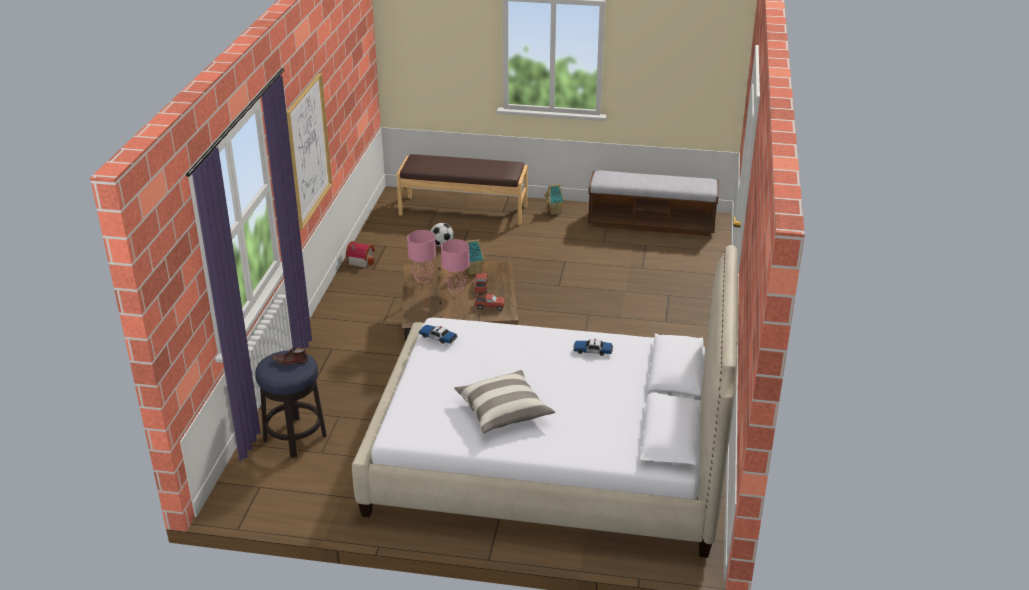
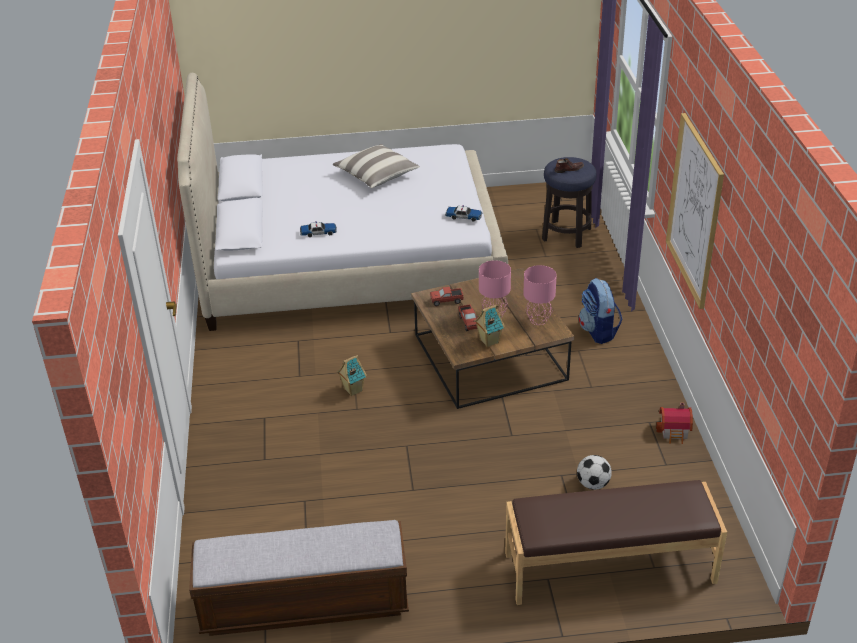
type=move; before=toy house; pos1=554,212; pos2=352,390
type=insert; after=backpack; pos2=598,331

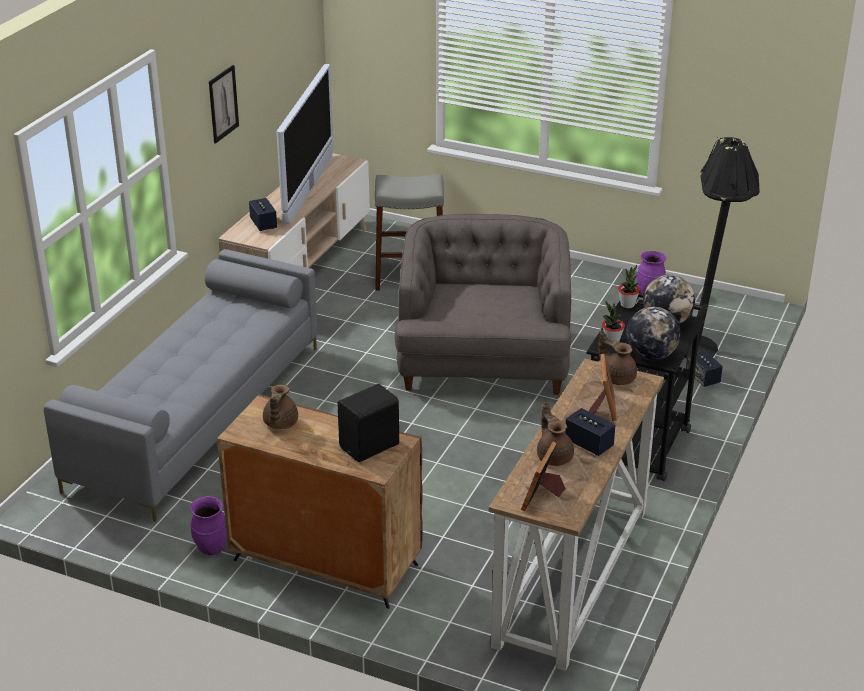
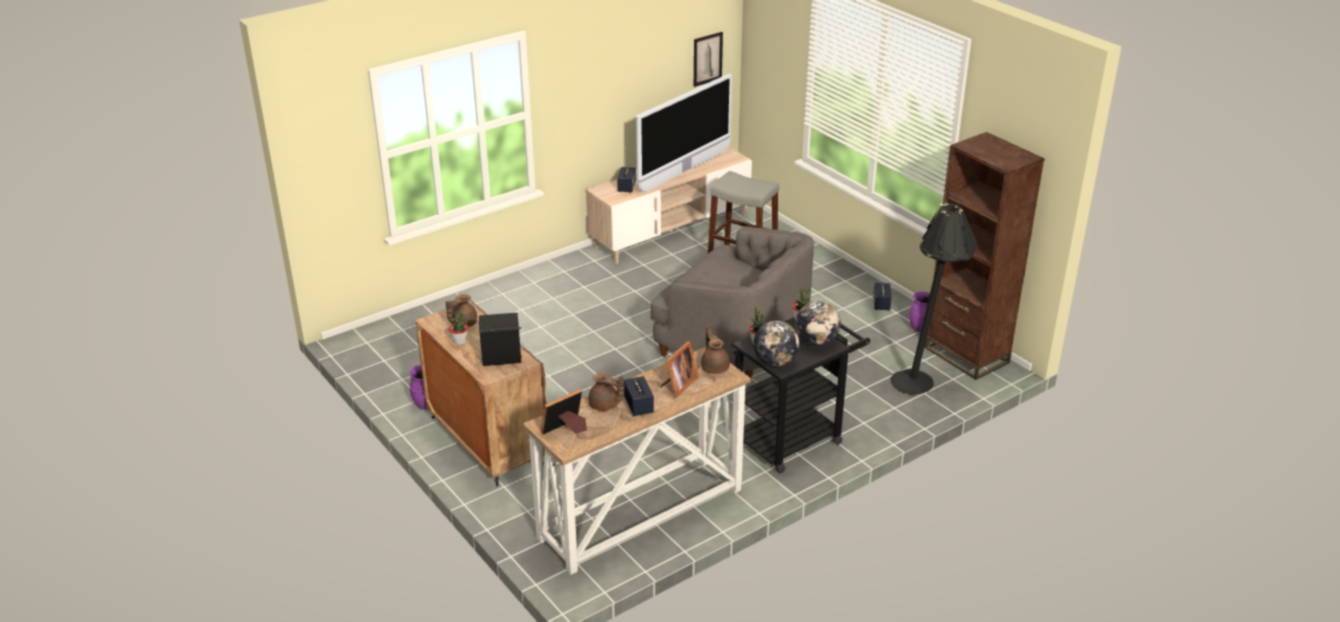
type=delete; before=sofa/grey; pos1=197,415
type=move; before=picture; pos1=223,104; pos2=707,59
type=rotate; before=armchair/grey; pos1=482,361; pos2=734,339; turn=90
type=rotate; before=teapot/brown; pos1=554,456; pos2=605,405; turn=105
type=move; before=speaker; pos1=702,378; pos2=881,304
type=insert; after=potted plant; pos2=460,341
type=insert; after=bookcase/brown; pos2=966,355

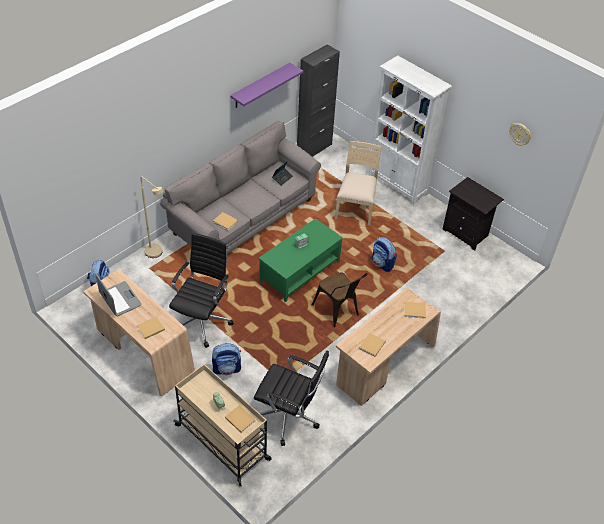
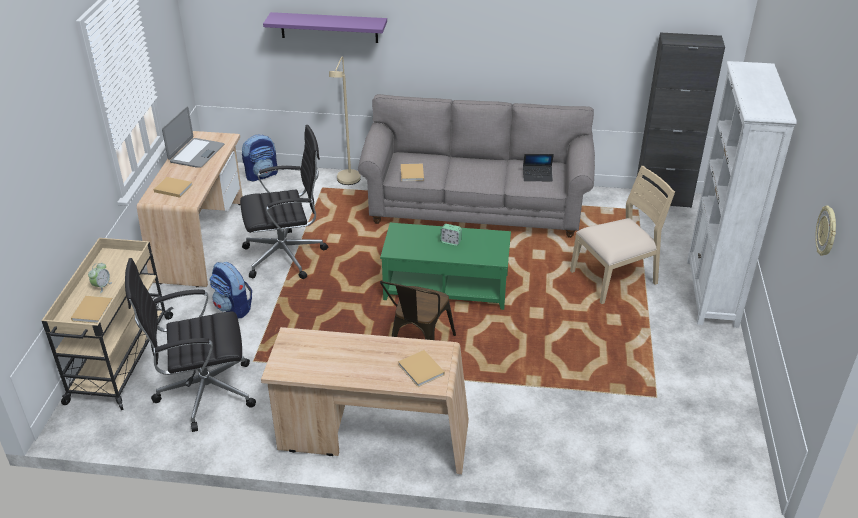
type=move; before=shelf/purple; pos1=260,86; pos2=329,27
type=rotate; before=office chair/black; pos1=288,416; pos2=203,392; turn=90
type=delete; before=book/beige; pos1=371,346
type=delete; before=backpack; pos1=382,264
type=delete; before=nightstand/black; pos1=466,233

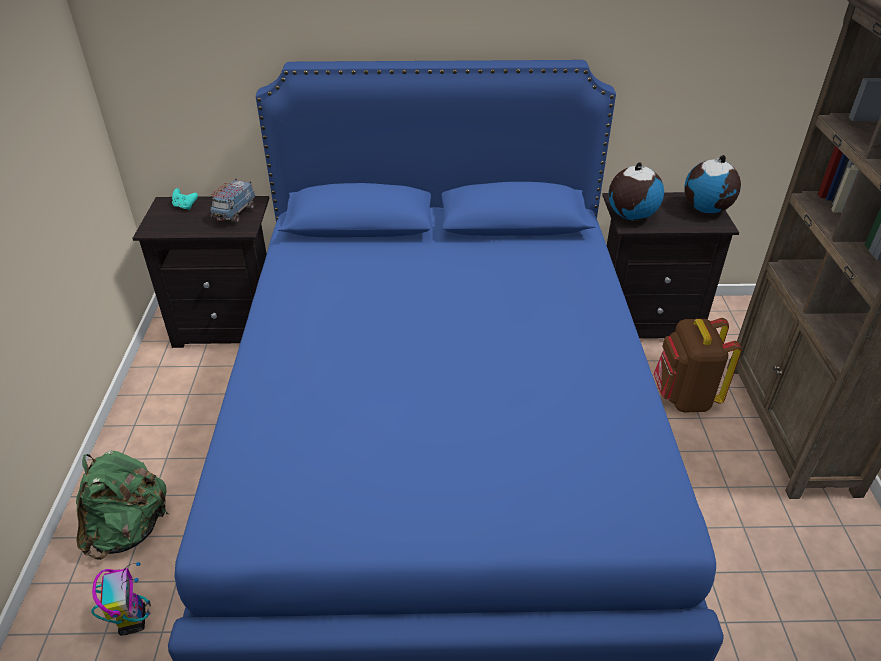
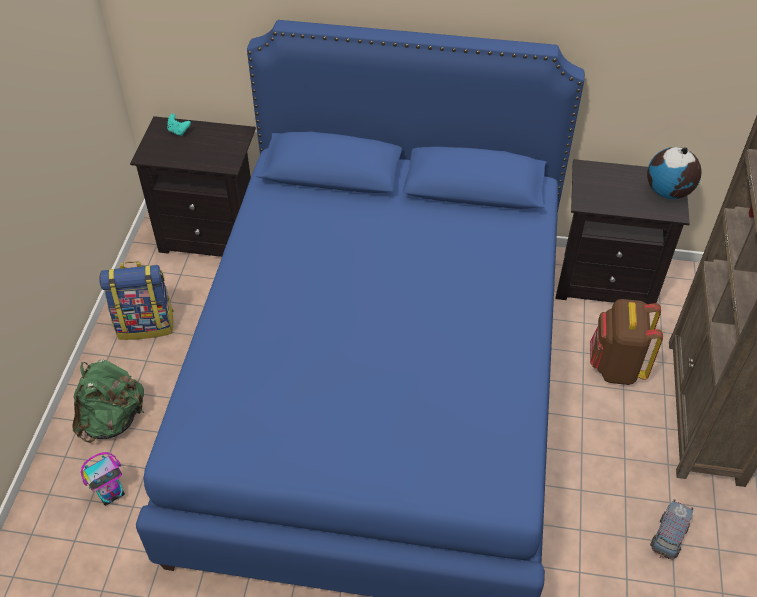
type=rotate; before=toy robot; pos1=133,620; pos2=111,494; turn=60
type=move; before=toy truck; pos1=235,214; pos2=668,537
type=delete; before=globe; pos1=630,216
type=insert; after=backpack; pos2=146,324

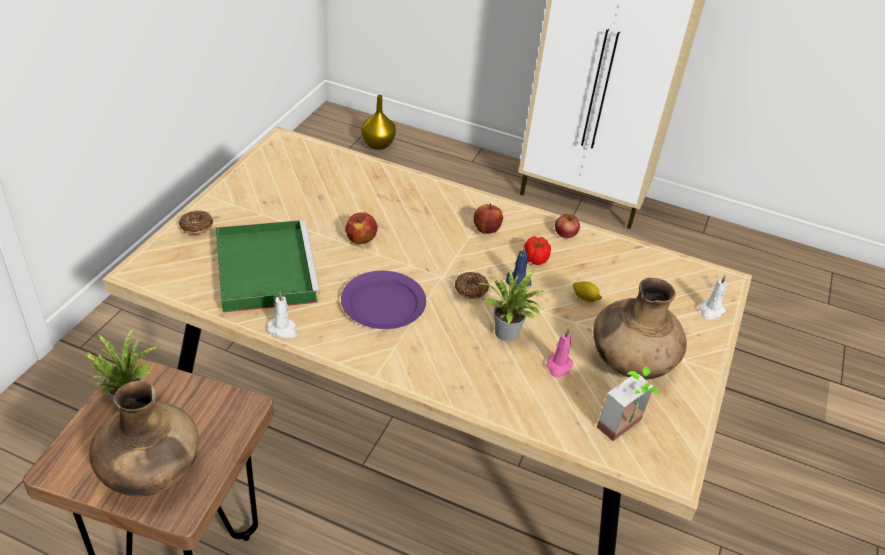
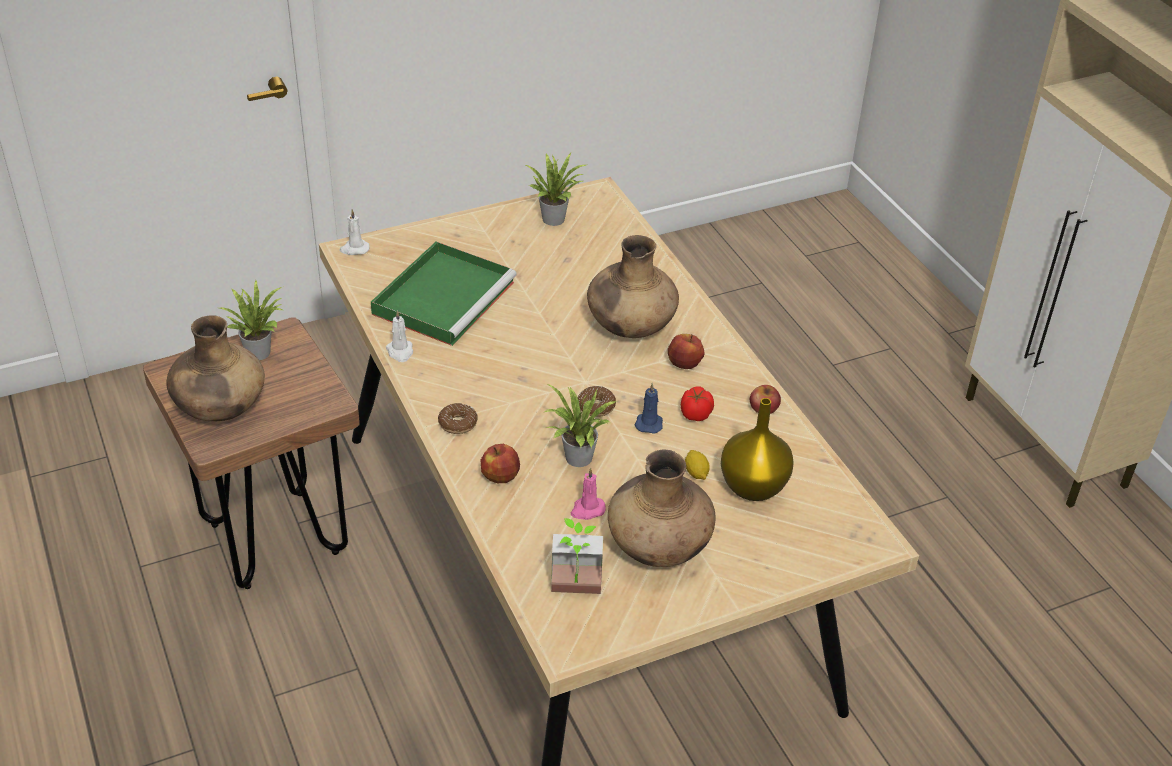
type=move; before=donut; pos1=196,226; pos2=458,423
type=delete; before=plate/purple; pos1=384,303
type=move; before=apple; pos1=361,239; pos2=500,477
type=move; before=vase/yellow; pos1=378,145; pos2=754,488
type=move; before=candle/white; pos1=710,311; pos2=354,249
type=insert; after=potted plant; pos2=555,218
type=insert; after=vase/brown; pos2=630,327

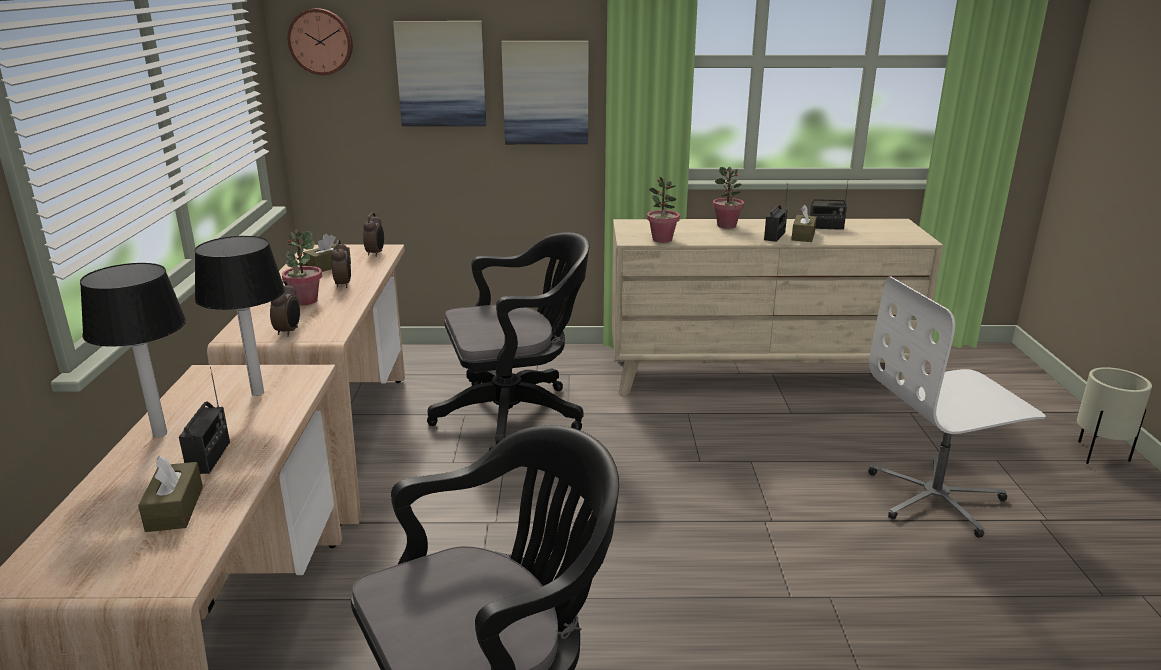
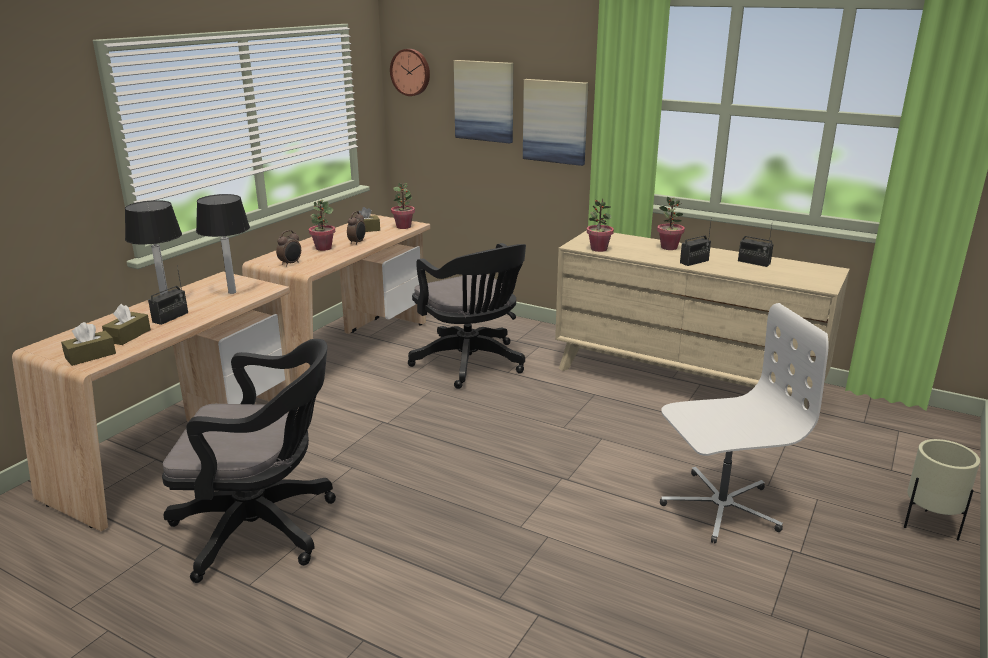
type=replace; before=alarm clock; after=potted plant; pos1=376,253; pos2=403,227
type=rotate; before=office chair/black; pos1=516,415; pos2=471,364; turn=45
type=move; before=tissue box/brown; pos1=803,236; pos2=90,356
type=rotate; before=office chair/white; pos1=936,498; pos2=720,507; turn=150

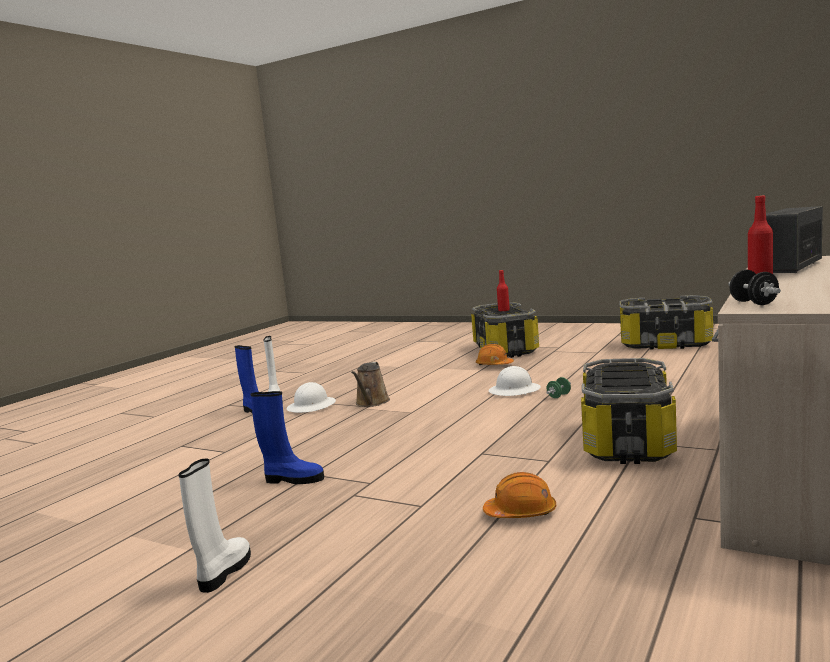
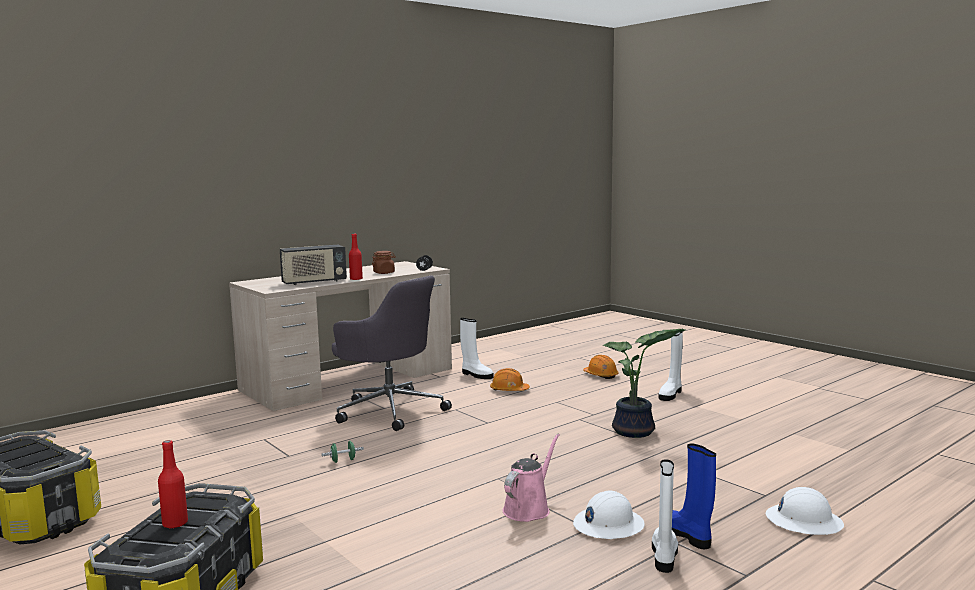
type=replace; before=boot/blue; after=potted plant; pos1=292,479; pos2=635,432
type=recolor; before=watering can/brown; after=watering can/pink; pos1=371,403; pos2=528,508
type=move; before=hard hat/orange; pos1=494,365; pos2=601,375
type=move; before=hard hat/white; pos1=514,391; pos2=803,521
type=replace; before=storage box; after=office chair/grey; pos1=626,441; pos2=390,410
type=insert; after=jar/brown; pos2=384,273
type=insert; after=boot/white; pos2=476,375

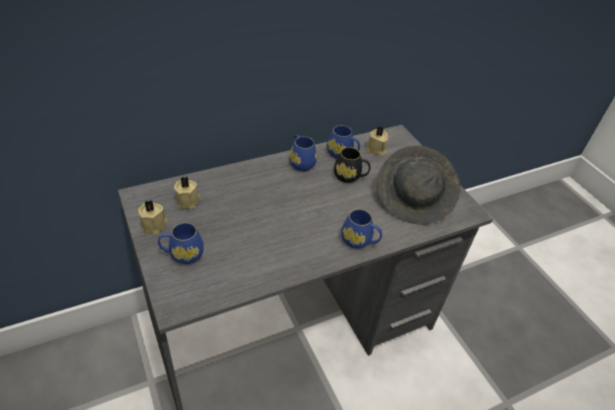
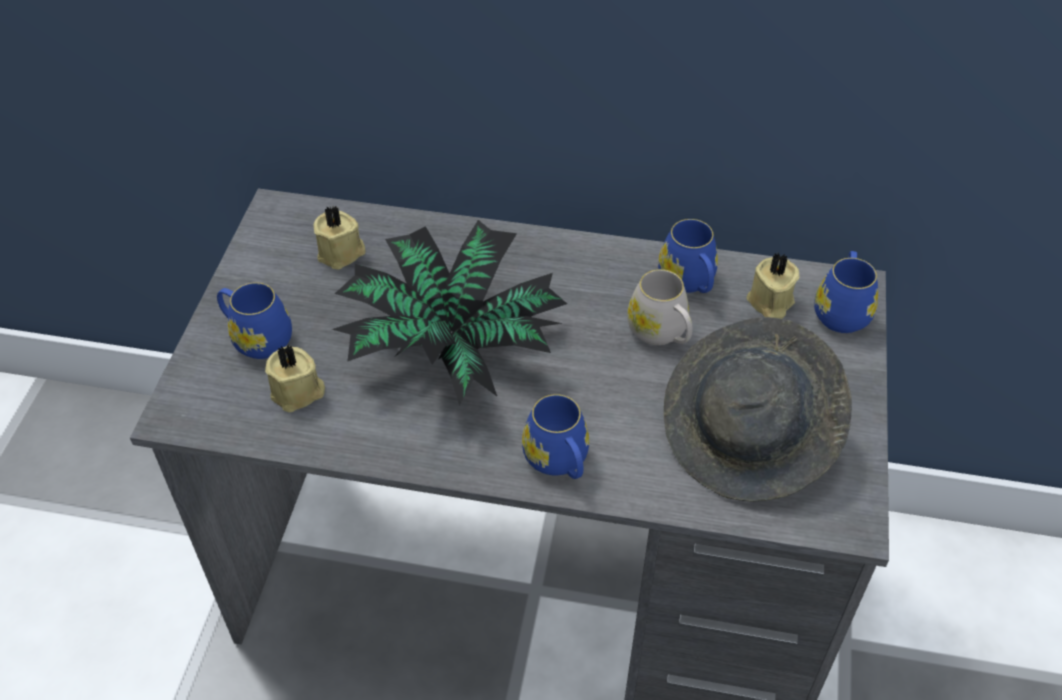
type=move; before=candle/beige; pos1=155,225; pos2=298,393
type=move; before=mug/blue; pos1=300,162; pos2=841,310
type=recolor; before=mug/black; after=mug/white; pos1=350,177; pos2=661,333
type=insert; after=potted plant; pos2=451,346

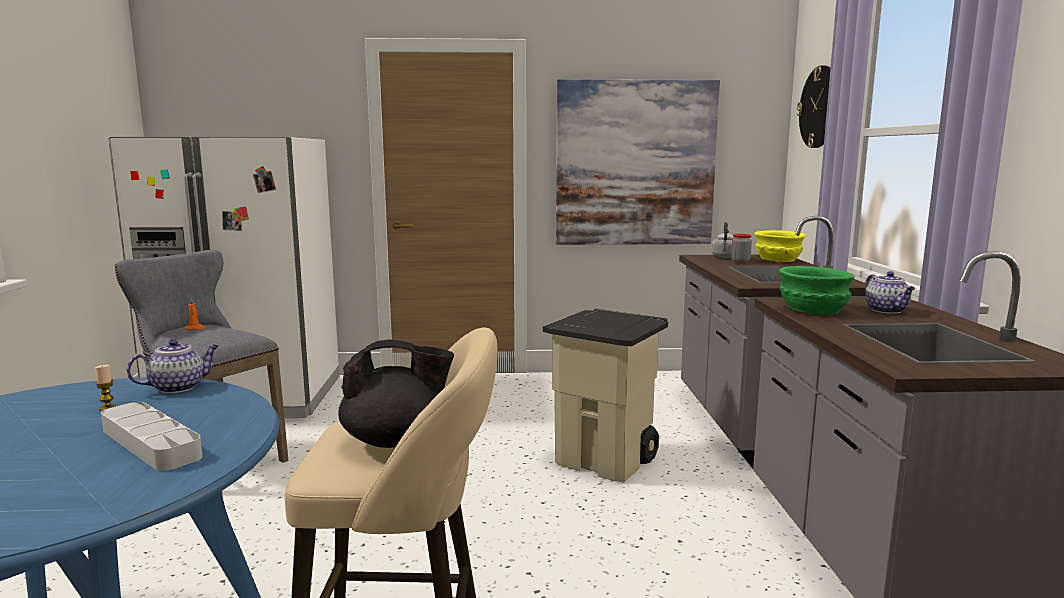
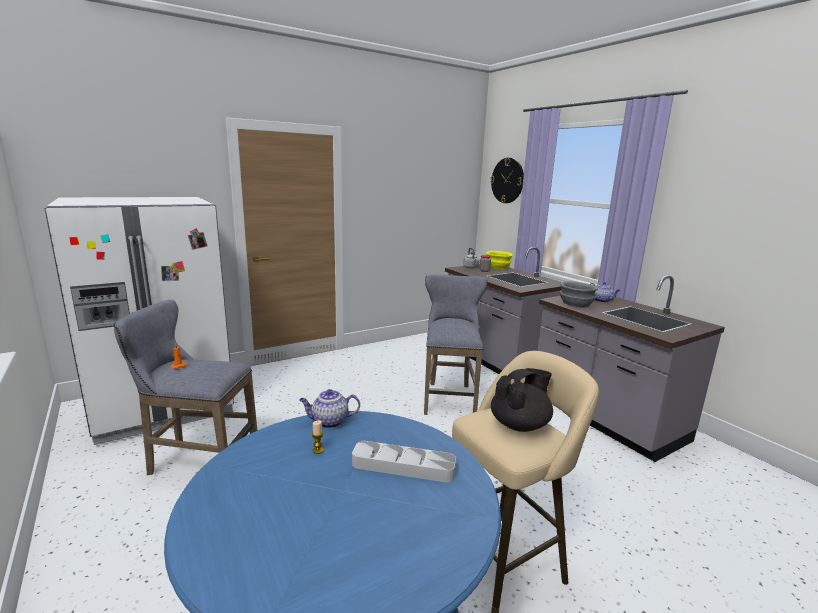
type=rotate; before=teapot; pos1=178,387; pos2=329,422; turn=-120
type=replace; before=trash can/beige; after=stool/grey; pos1=606,460; pos2=449,397
type=delete; before=picture; pos1=635,163
type=recolor; before=bowl/green; after=bowl/grey; pos1=812,310; pos2=575,304

